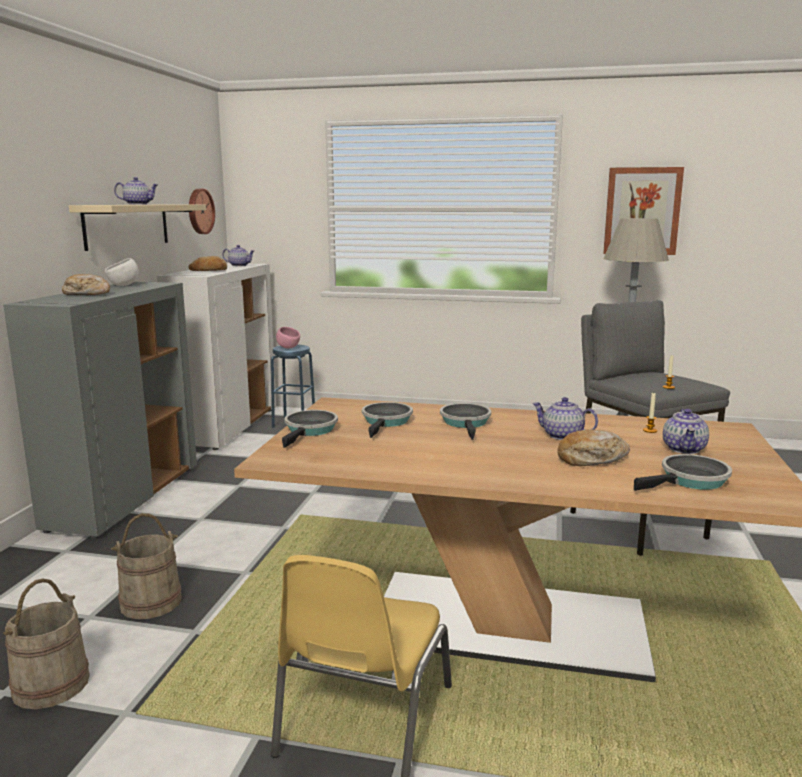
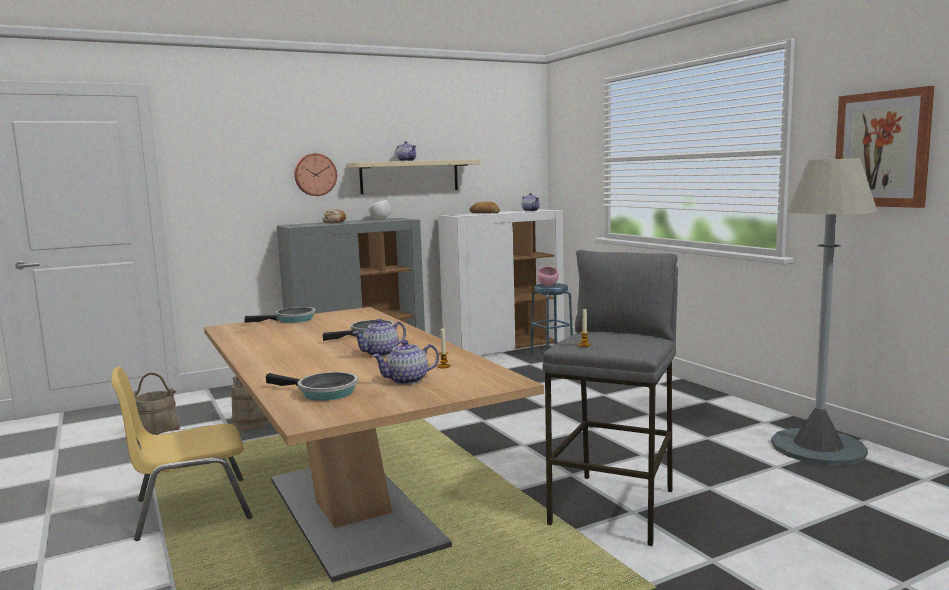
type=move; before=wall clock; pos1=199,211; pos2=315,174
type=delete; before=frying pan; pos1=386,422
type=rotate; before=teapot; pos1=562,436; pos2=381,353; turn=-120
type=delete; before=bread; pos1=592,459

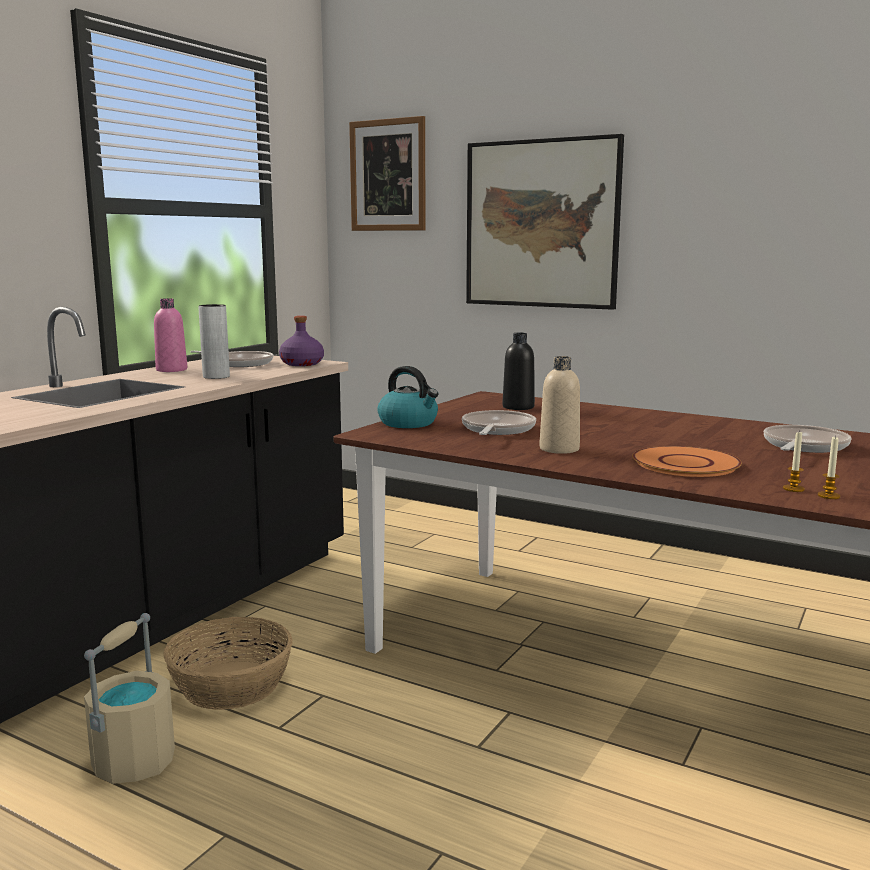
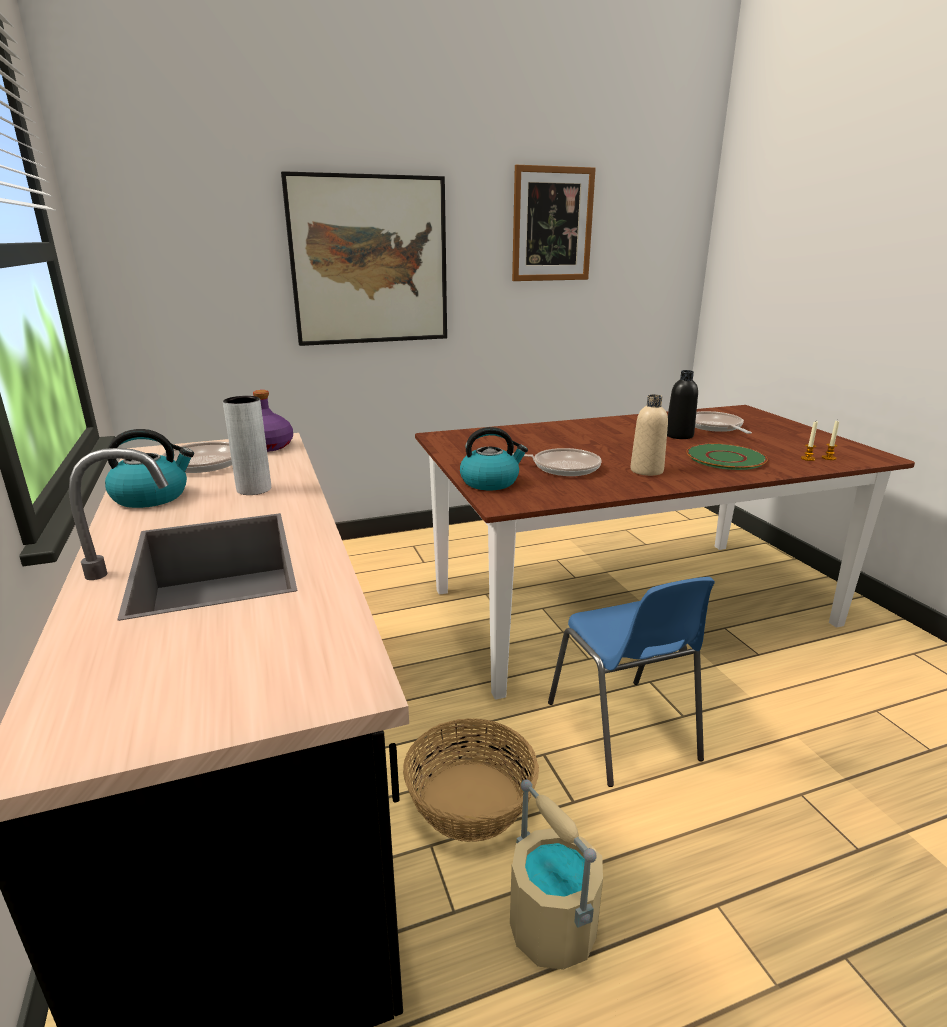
type=replace; before=bottle/pink; after=kettle; pos1=171,370; pos2=152,496
type=move; before=picture; pos1=388,175; pos2=552,225
type=rotate; before=frying pan; pos1=497,430; pos2=561,467; turn=135
type=move; before=bottle/black; pos1=518,407; pos2=679,435
type=recolor; before=plate/orange; after=plate/green; pos1=684,463; pos2=725,458
type=insert; after=chair/blue; pos2=622,731

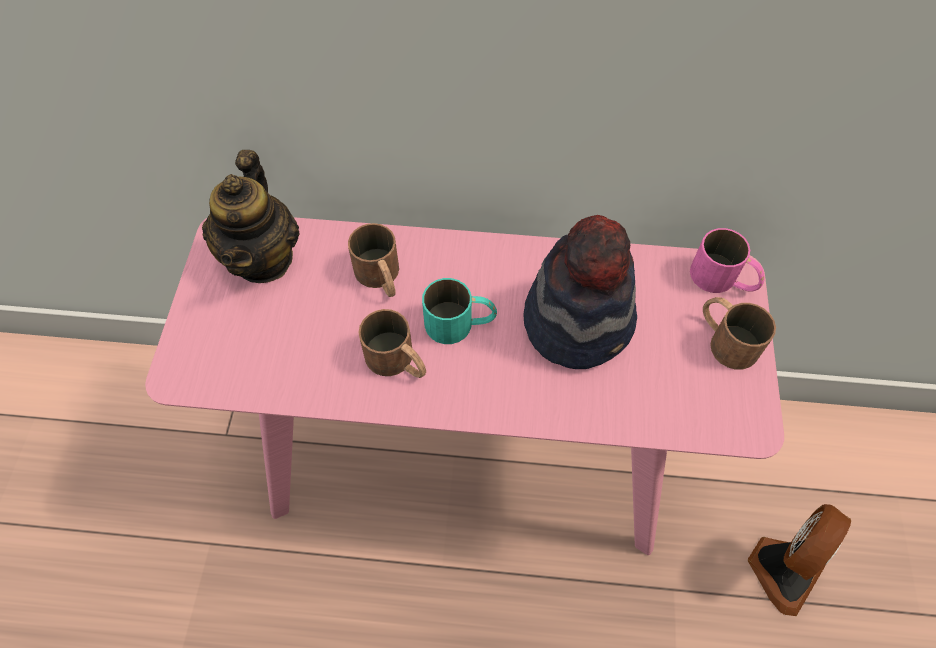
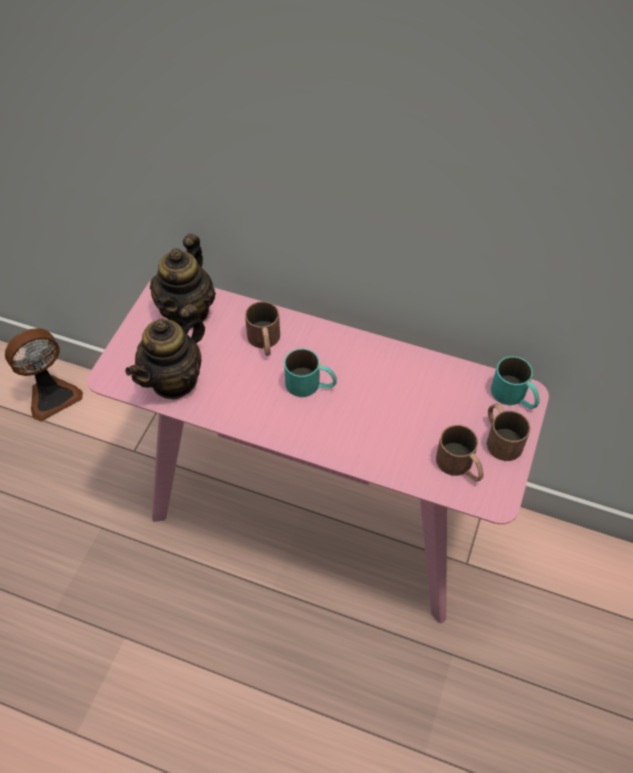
type=move; before=mug/brown; pos1=398,361; pos2=460,466
type=delete; before=hat; pos1=579,320
type=recolor; before=mug/pink; after=mug/turquoise; pos1=723,279; pos2=514,396
type=move; before=fan; pos1=781,568; pos2=52,395
type=insert; after=teapot; pos2=174,380

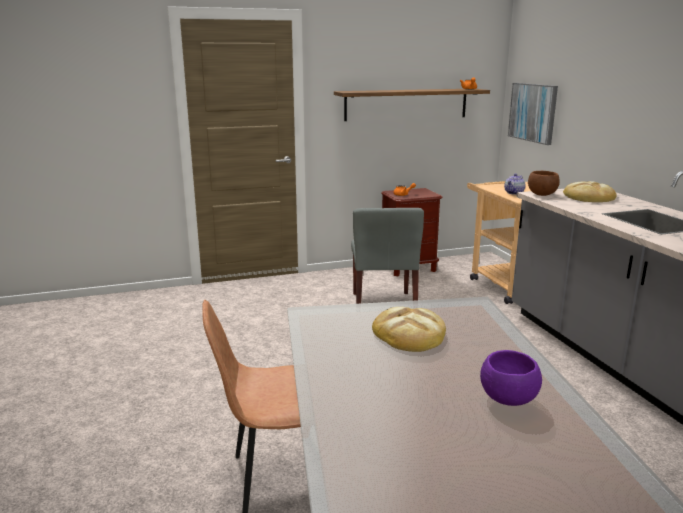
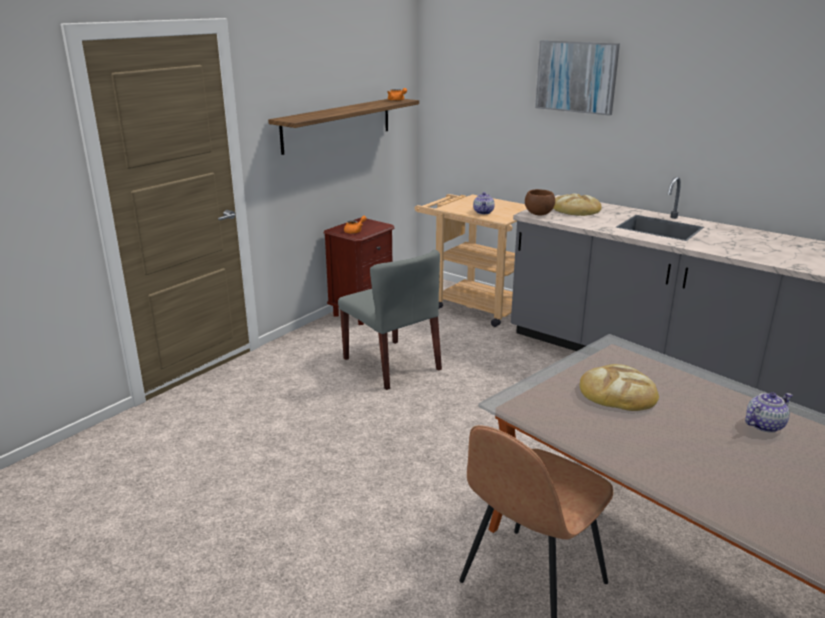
type=replace; before=bowl/purple; after=teapot; pos1=507,399; pos2=764,425
type=move; before=picture; pos1=533,112; pos2=576,77

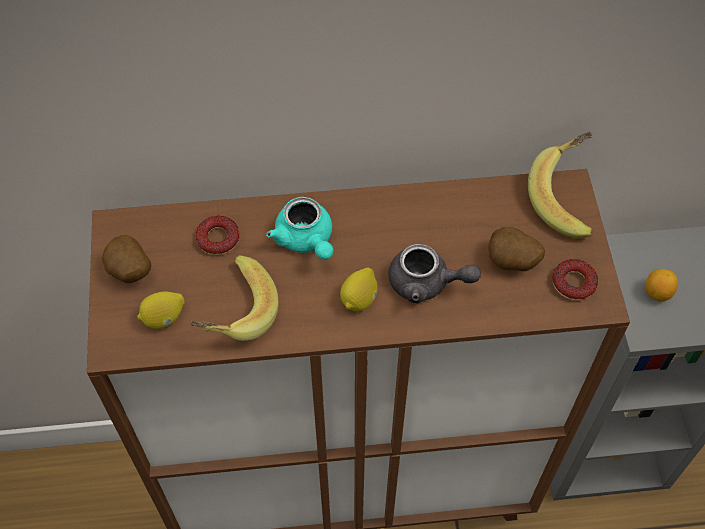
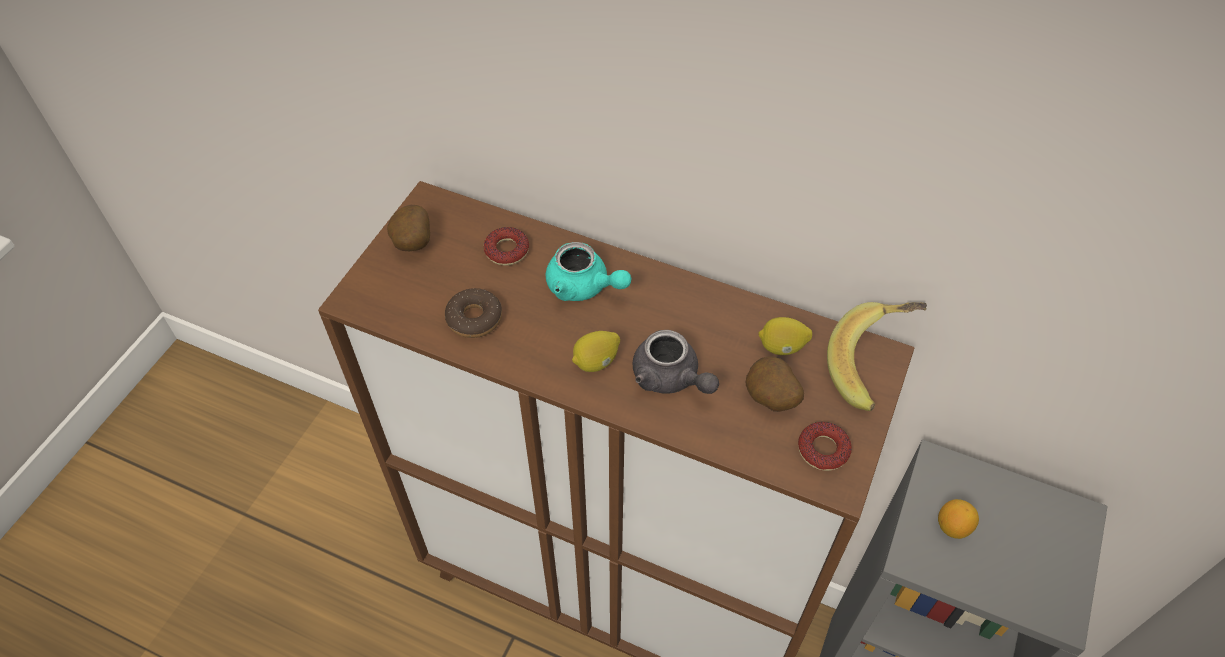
type=move; before=lemon; pos1=163,318; pos2=782,347
type=replace; before=banana; after=donut; pos1=233,312; pos2=474,318
type=rotate; before=teapot/turquoise; pos1=306,240; pos2=584,287; turn=-60

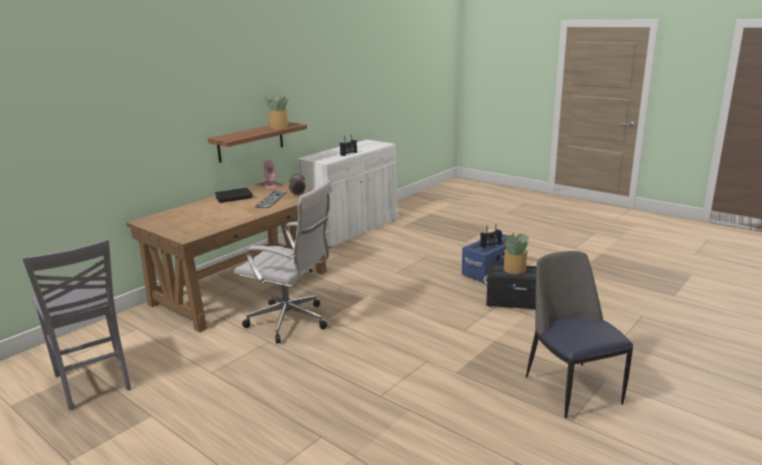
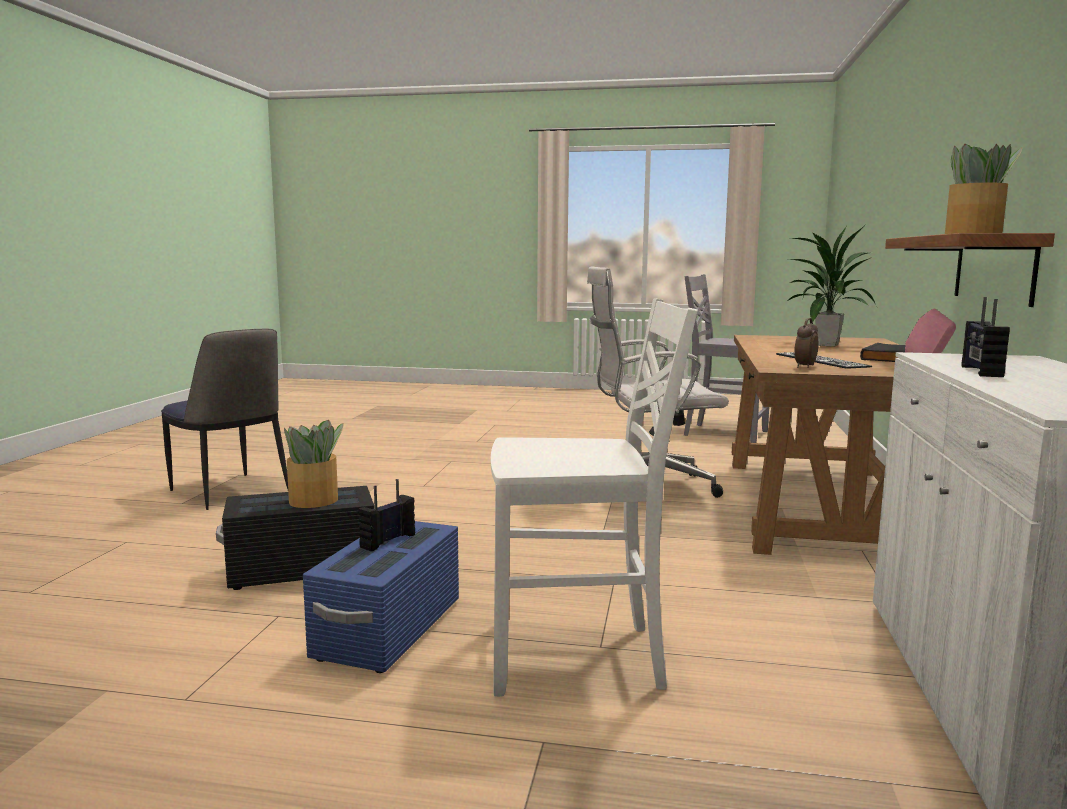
type=insert; after=chair/white; pos2=579,658
type=insert; after=potted plant; pos2=826,345

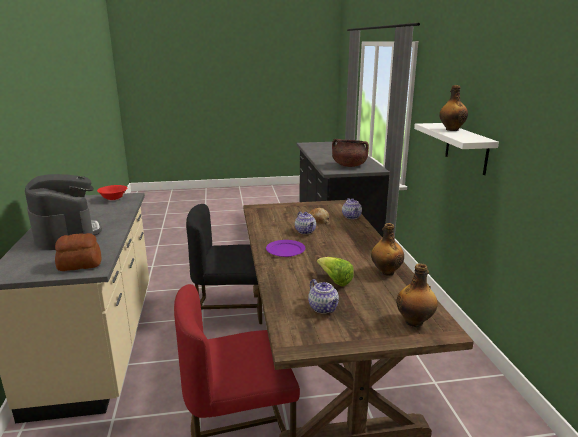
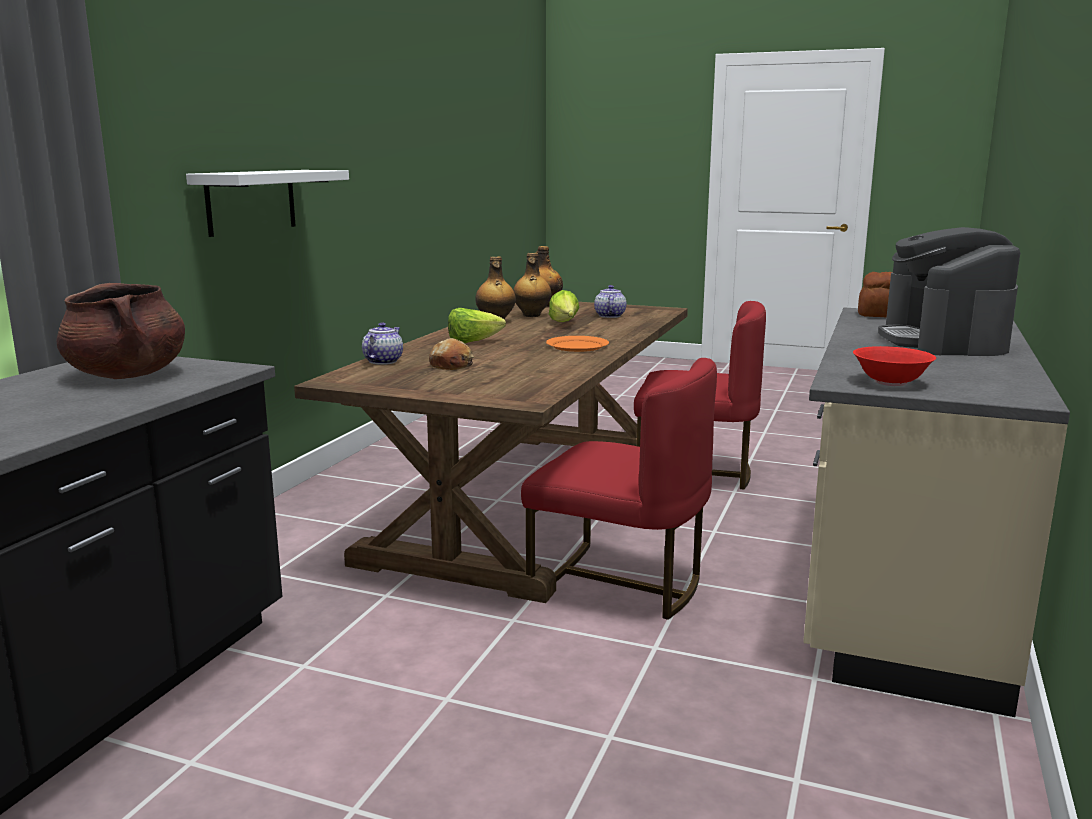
type=recolor; before=chair/black; after=chair/red; pos1=231,307; pos2=619,584
type=recolor; before=plate/purple; after=plate/orange; pos1=285,250; pos2=577,346
type=delete; before=teapot; pos1=305,231
type=move; before=bottle; pos1=451,129; pos2=531,315
type=insert; after=lettuce; pos2=473,342

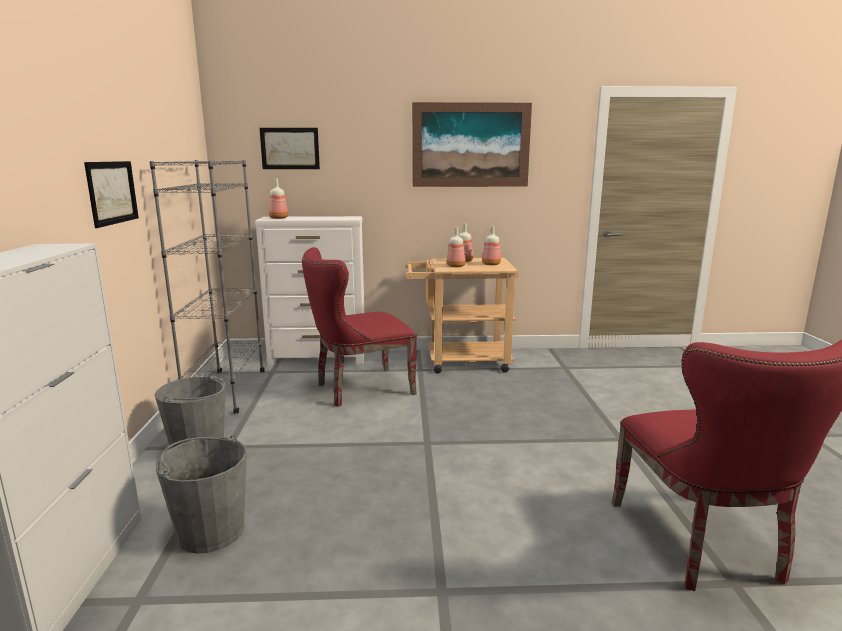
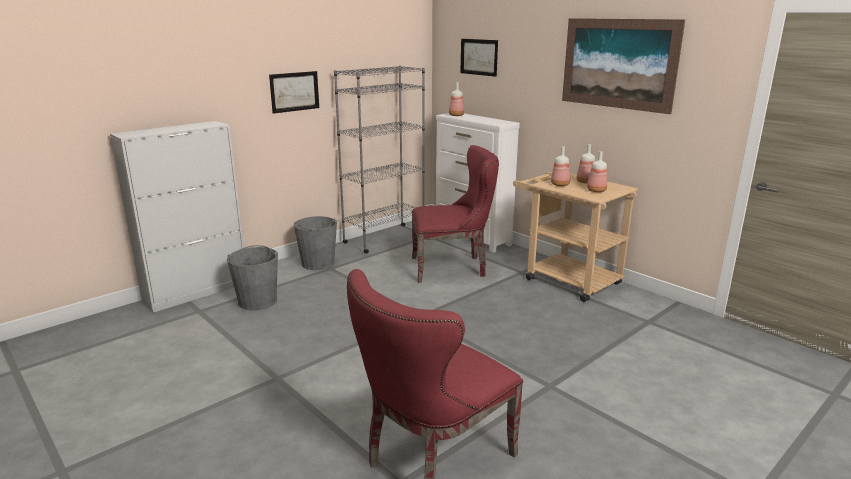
type=rotate; before=chair/red; pos1=358,389; pos2=453,267; turn=150

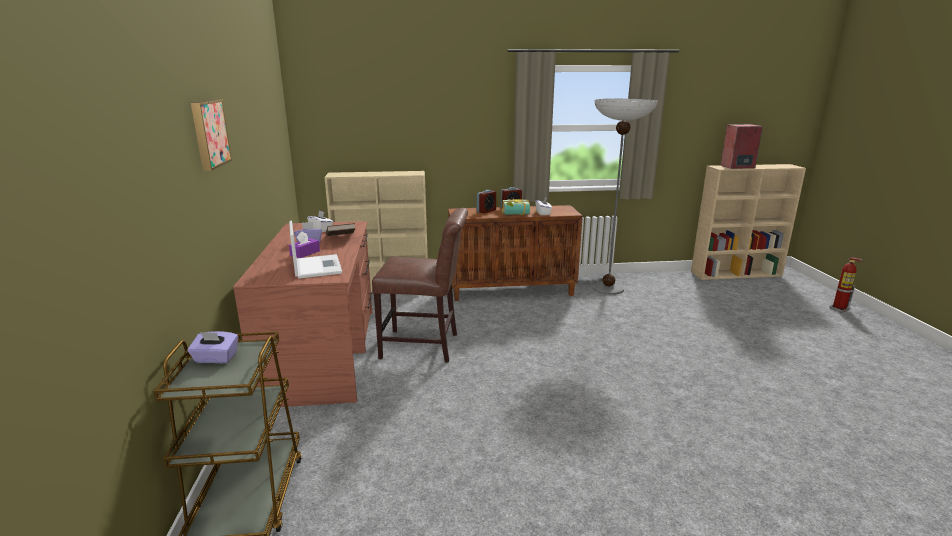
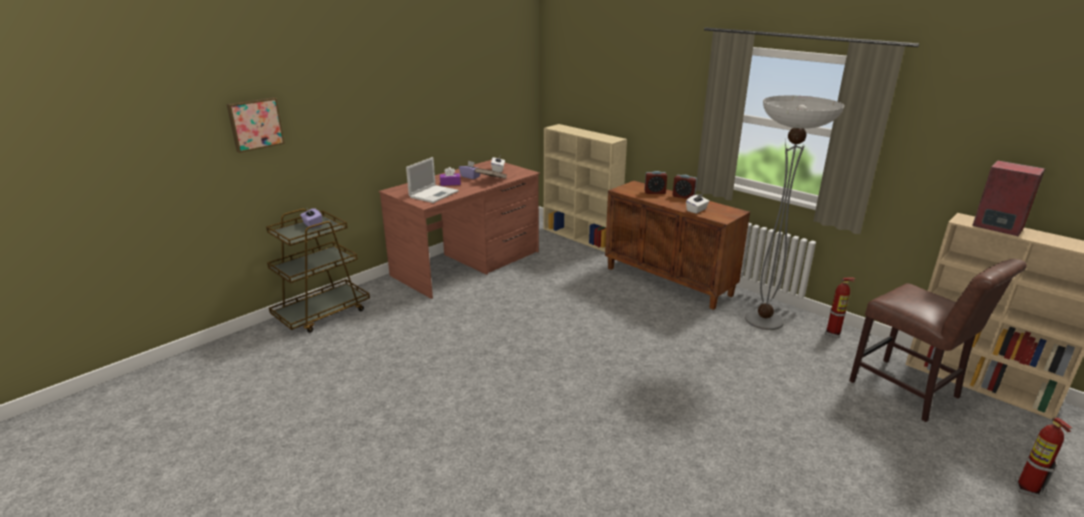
type=move; before=picture; pos1=208,133; pos2=255,124
type=move; before=chair/brown; pos1=424,346; pos2=909,392
type=delete; before=book; pos1=516,215
type=insert; after=fire extinguisher; pos2=833,333

